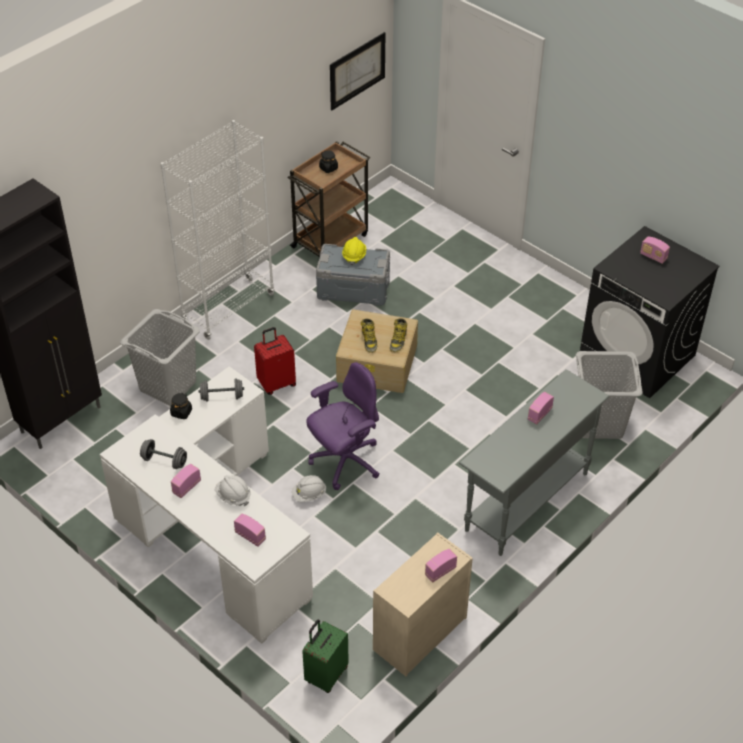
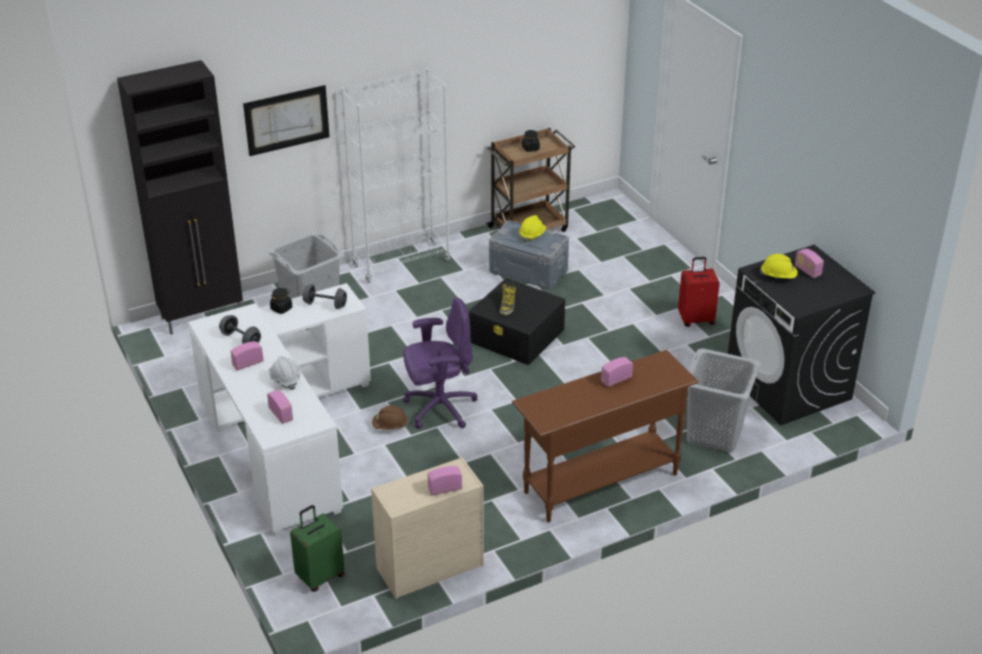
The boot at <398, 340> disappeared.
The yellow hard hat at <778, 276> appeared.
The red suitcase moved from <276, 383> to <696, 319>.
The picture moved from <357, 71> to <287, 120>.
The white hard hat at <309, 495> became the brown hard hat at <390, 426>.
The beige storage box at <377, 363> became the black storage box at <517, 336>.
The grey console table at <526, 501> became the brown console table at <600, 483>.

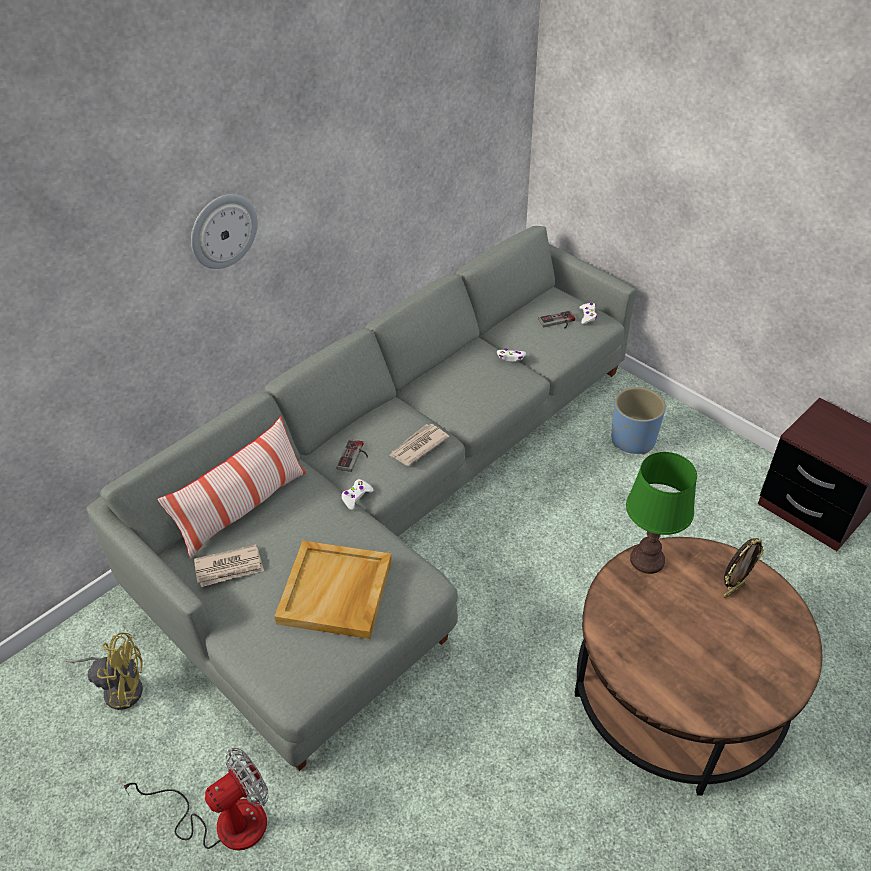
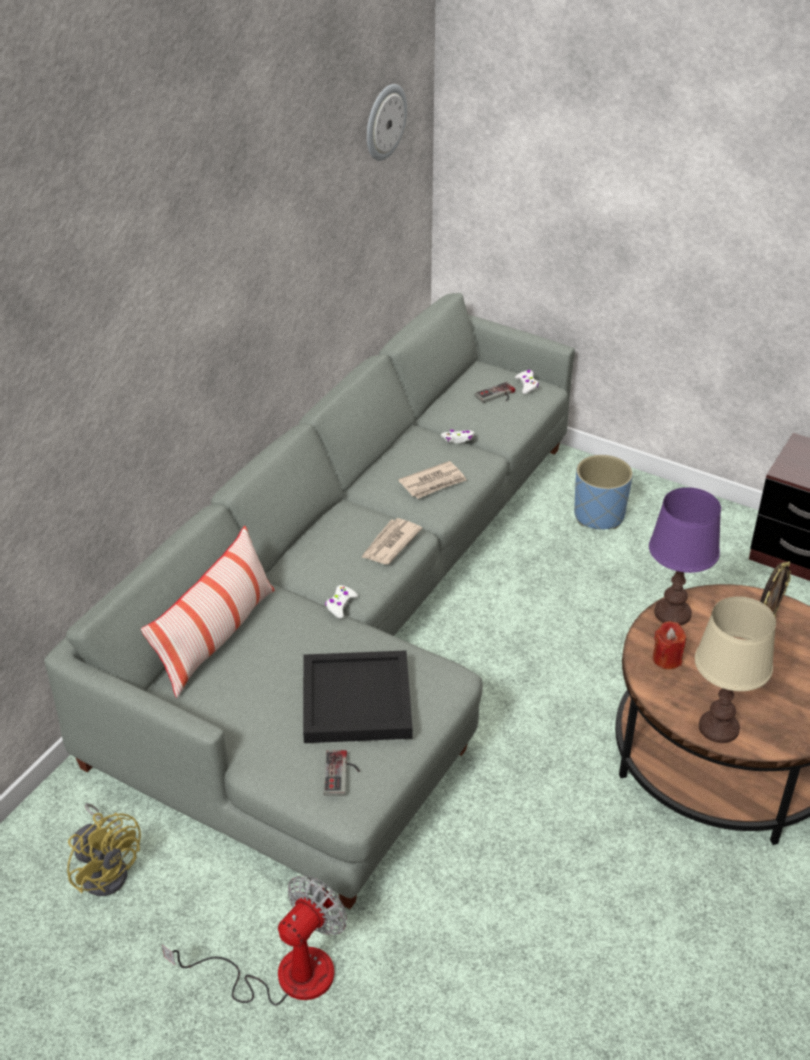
The red candle at <667, 659> appeared.
The beige table lamp at <718, 727> appeared.
The wall clock moved from <223, 231> to <384, 122>.
The newspaper moved from <229, 568> to <433, 482>.
The game controller moved from <354, 457> to <342, 774>.
The beige tray at <336, 592> became the black tray at <357, 701>.
The green table lamp at <647, 559> became the purple table lamp at <672, 612>.
The yellow fan at <119, 687> turned 60 degrees clockwise.

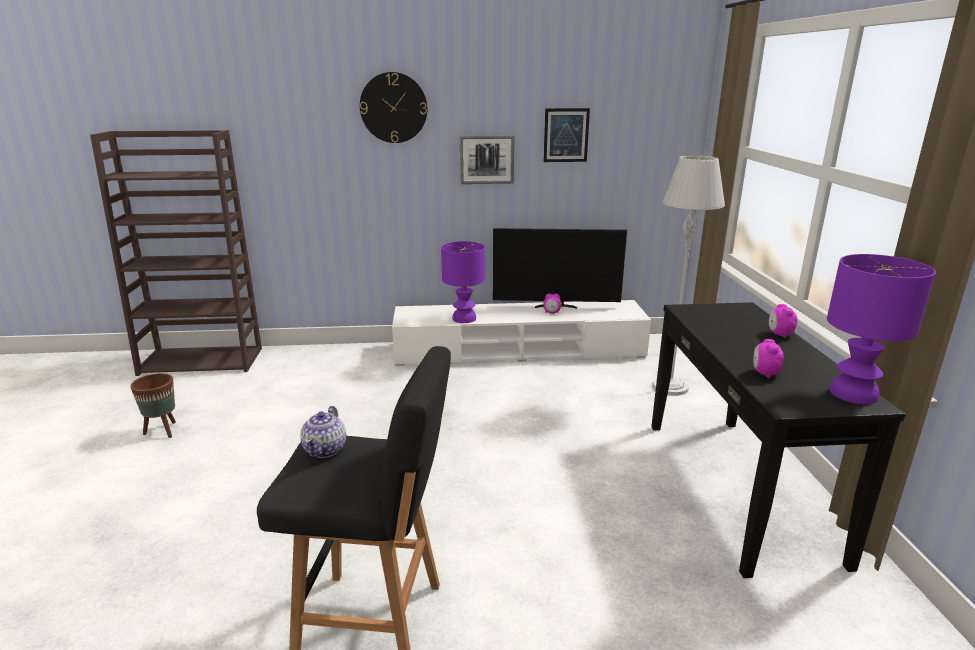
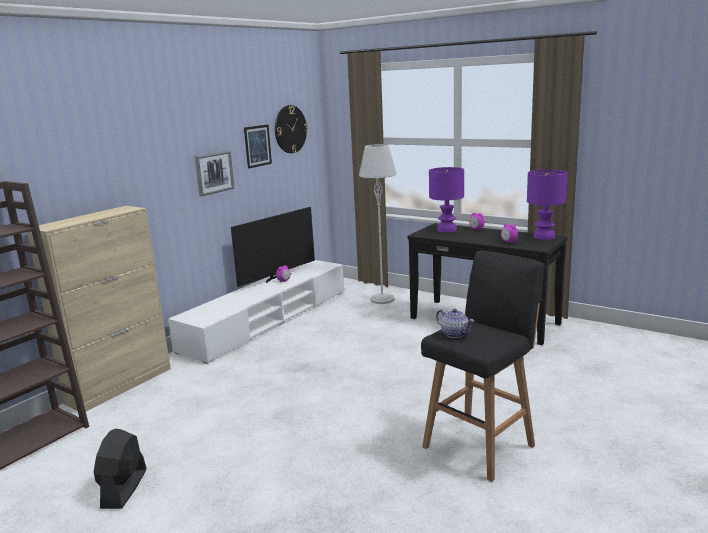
The beige cabinet at <120, 385> appeared.
The wall clock moved from <393, 108> to <290, 129>.
The purple table lamp moved from <463, 318> to <446, 230>.
The brown planter at <163, 431> was replaced by the black fan at <124, 488>.

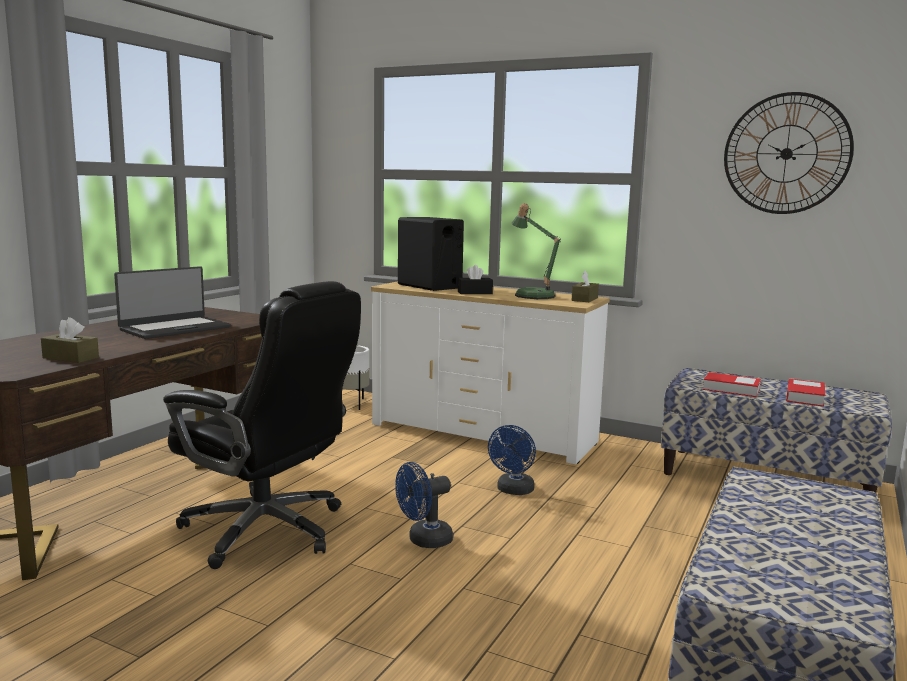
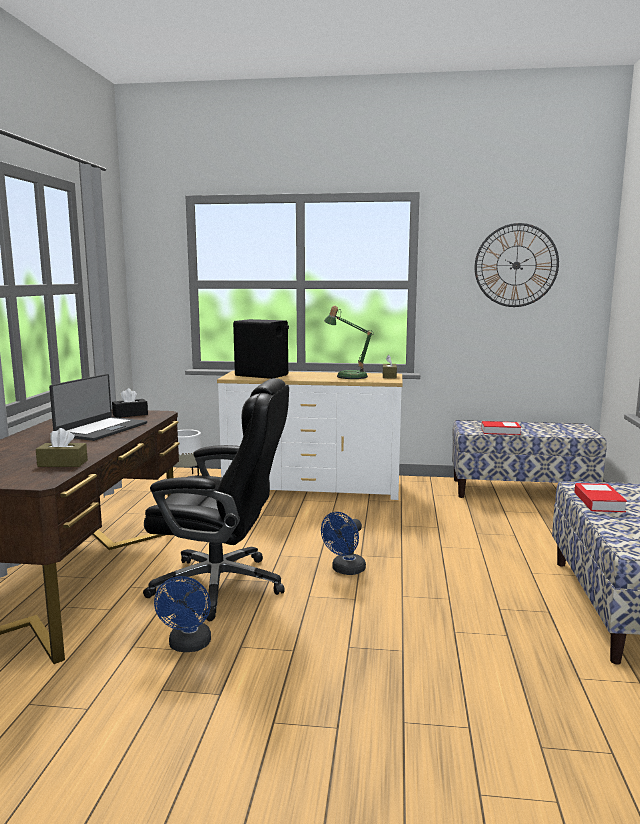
The black tissue box moved from <474, 293> to <130, 414>.
The blue fan moved from <513, 491> to <188, 646>.
The book moved from <804, 397> to <599, 502>.

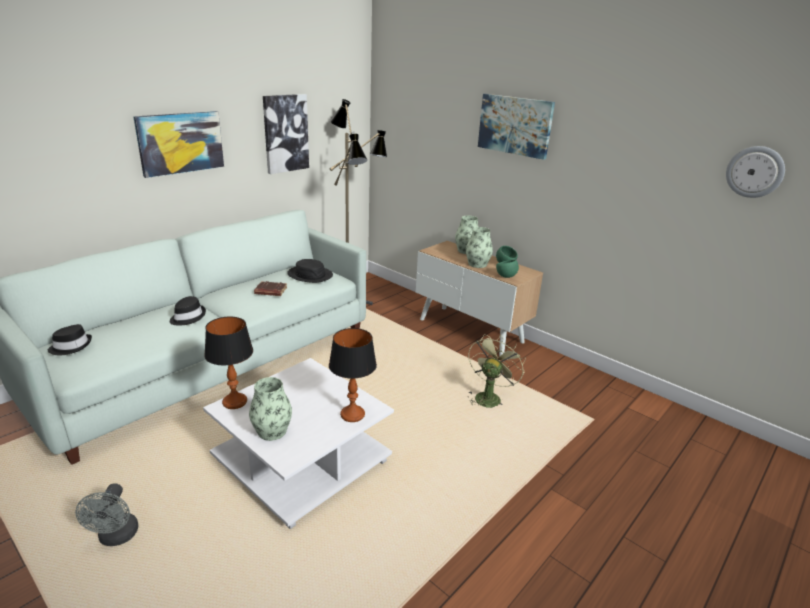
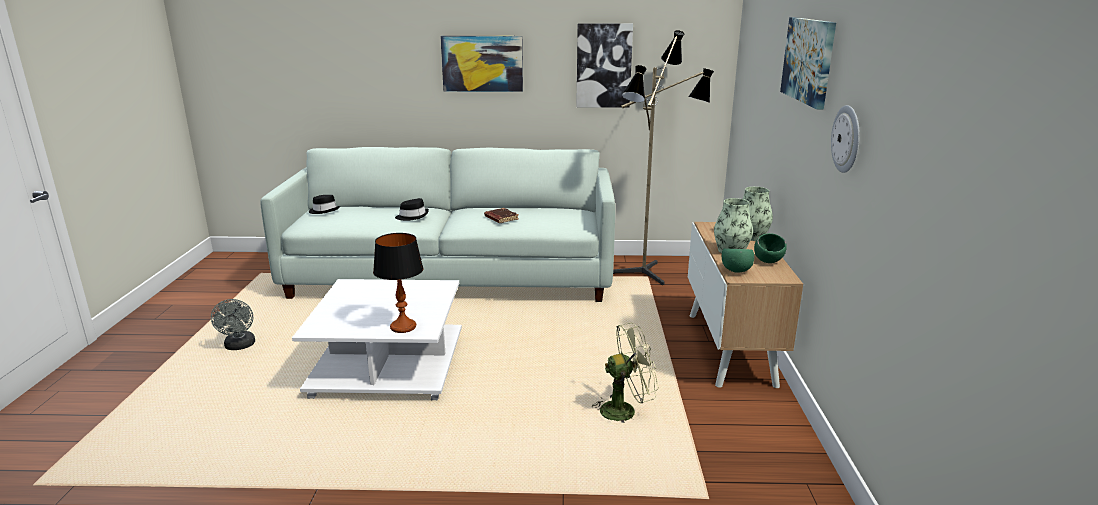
The table lamp at <234, 402> disappeared.
The vase at <272, 431> disappeared.
The black hat at <310, 275> disappeared.
The wall clock moved from <755, 172> to <847, 139>.
The grey fan at <117, 538> turned 60 degrees counterclockwise.

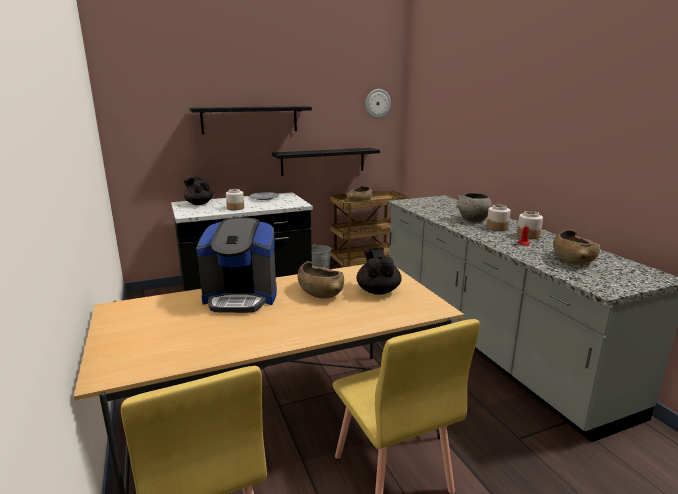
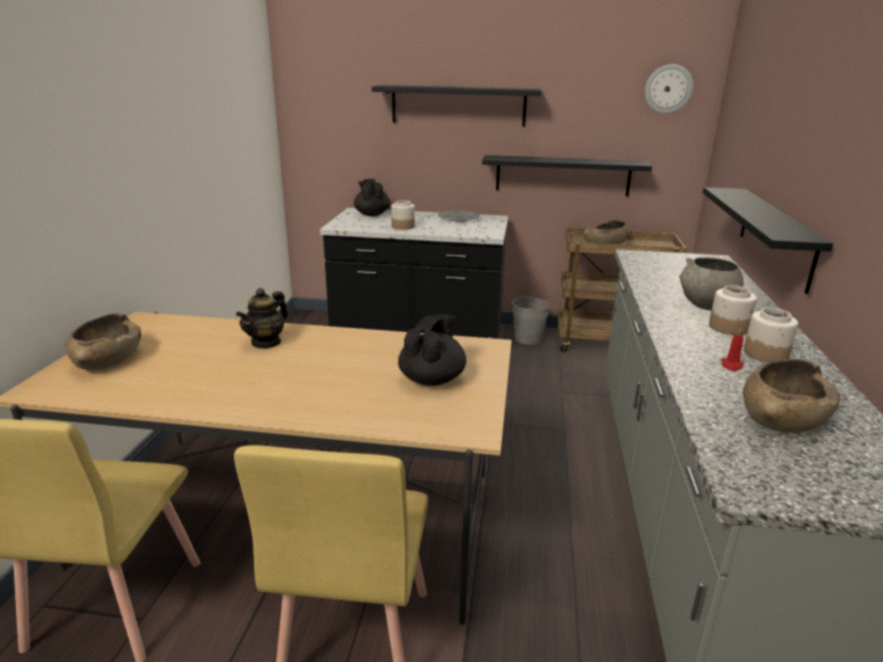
The black shelf at <776, 236> appeared.
The brown bowl moved from <320, 292> to <108, 359>.
The coffee machine at <241, 298> was replaced by the teapot at <266, 342>.

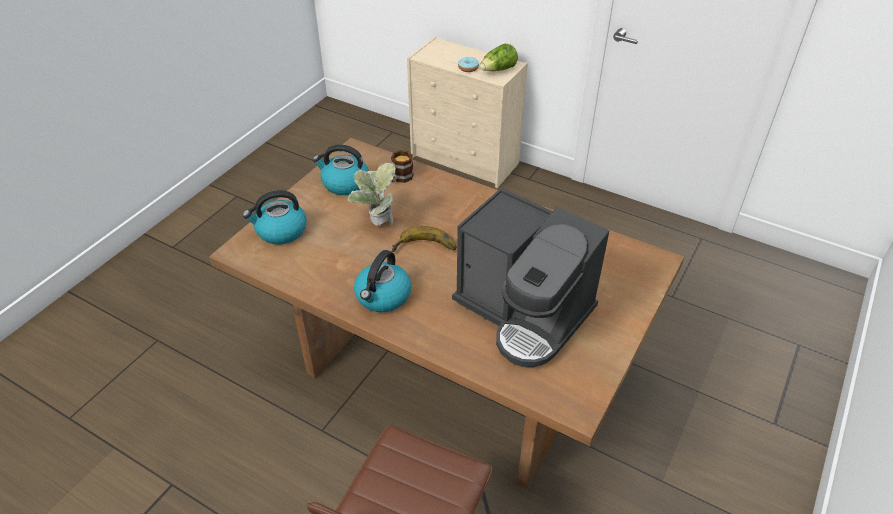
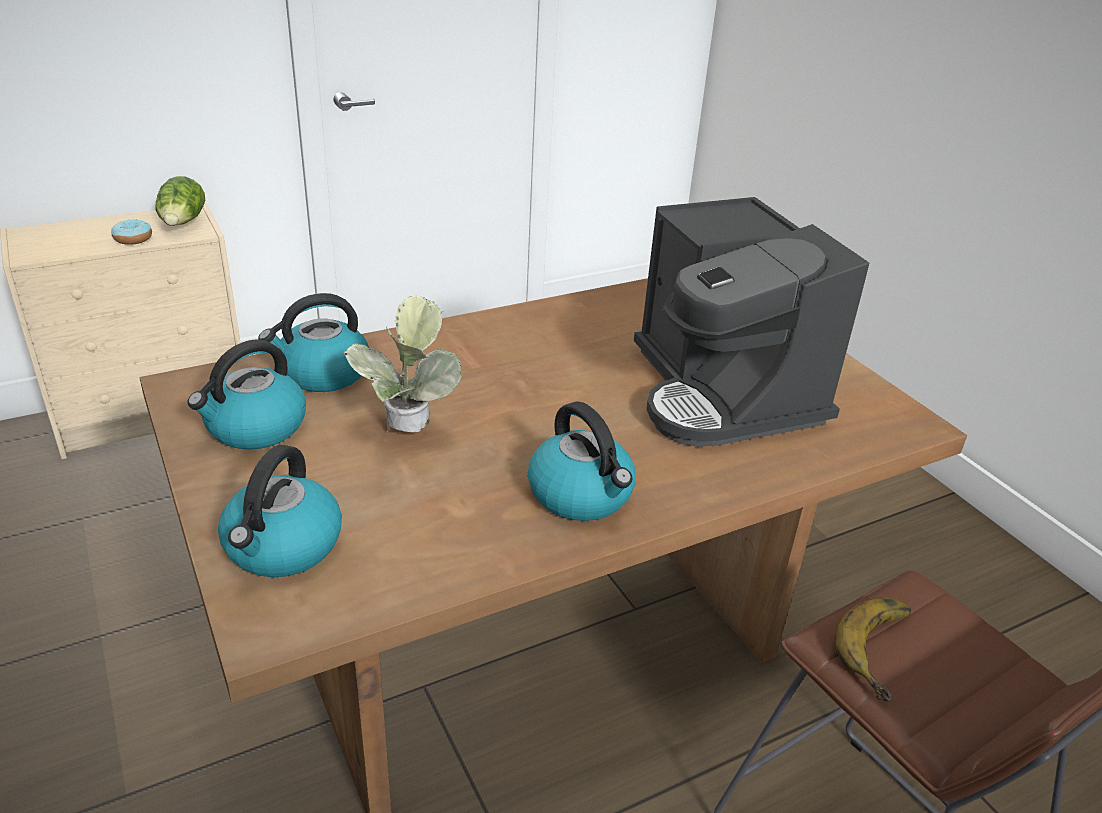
The banana moved from <425, 249> to <886, 652>.
The mug at <400, 178> was replaced by the kettle at <322, 374>.
The coffee machine at <524, 313> turned 90 degrees clockwise.

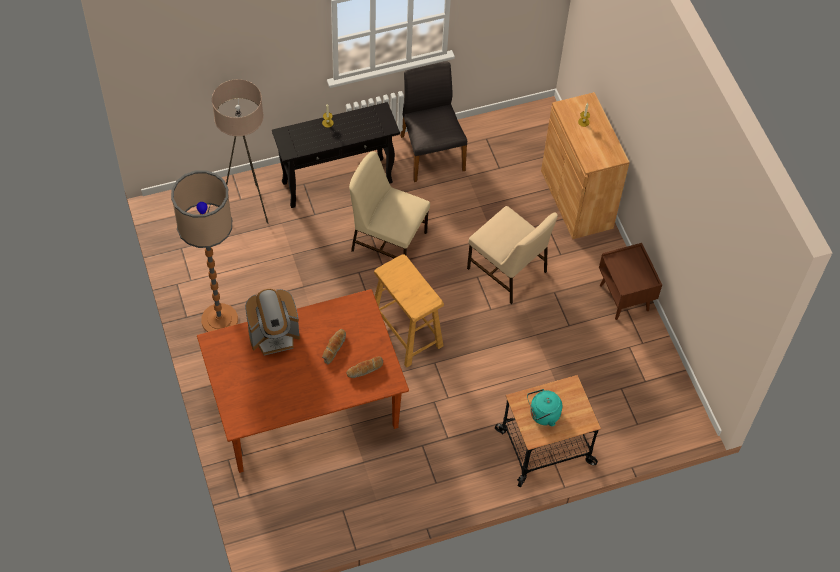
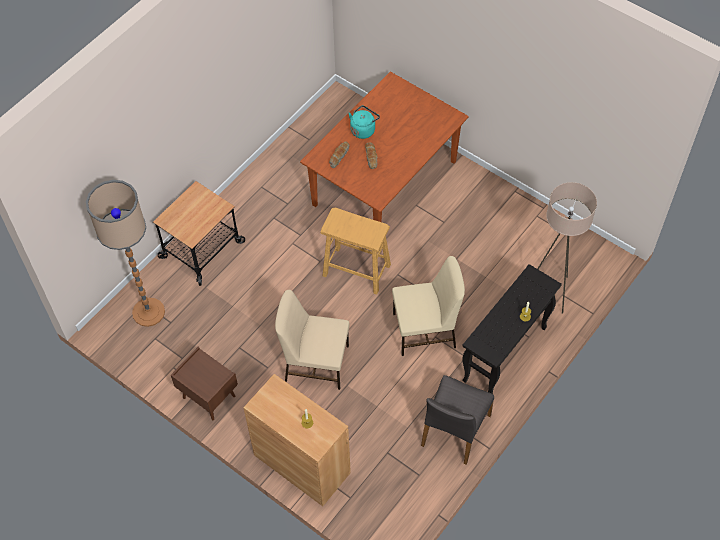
The coffee machine at <274, 335> disappeared.
The floor lamp moved from <219, 319> to <148, 312>.
The turquoise kettle moved from <542, 415> to <363, 129>.
The grey chair at <431, 152> turned 75 degrees clockwise.

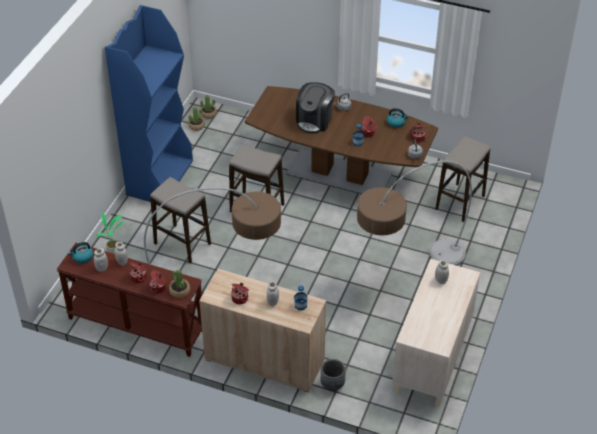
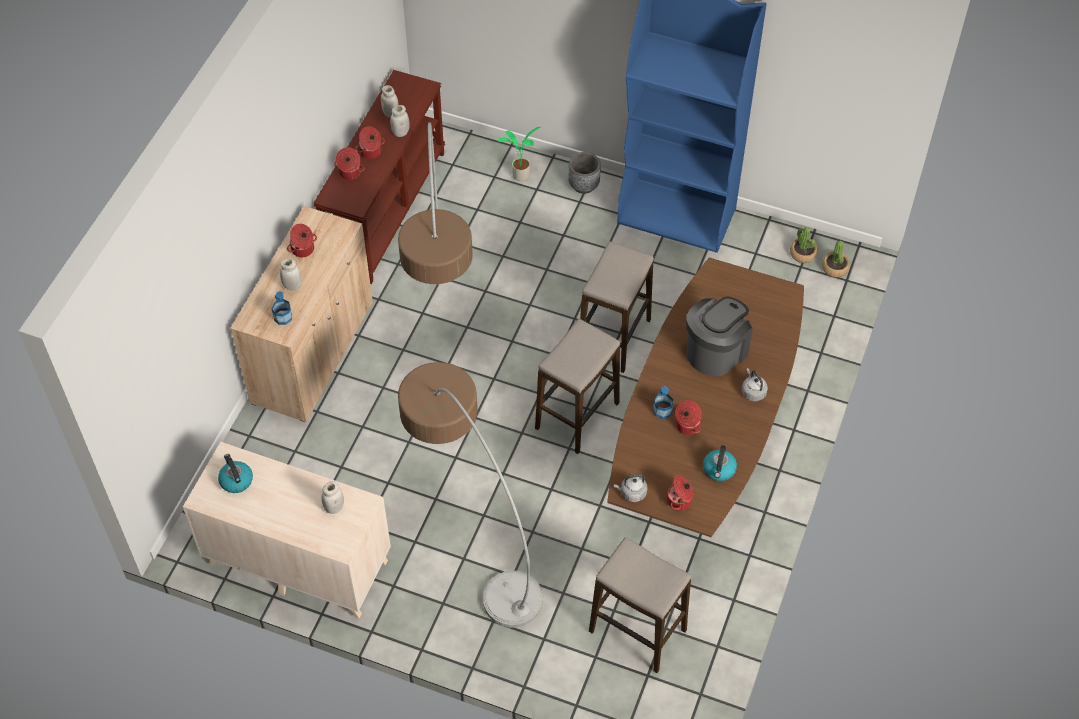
The potted plant at <179, 291> disappeared.
The kettle moved from <82, 257> to <236, 480>.
The stool moved from <182, 244> to <576, 416>.
The grey planter moved from <332, 384> to <584, 185>.
The coffee machine at <314, 121> turned 105 degrees clockwise.

